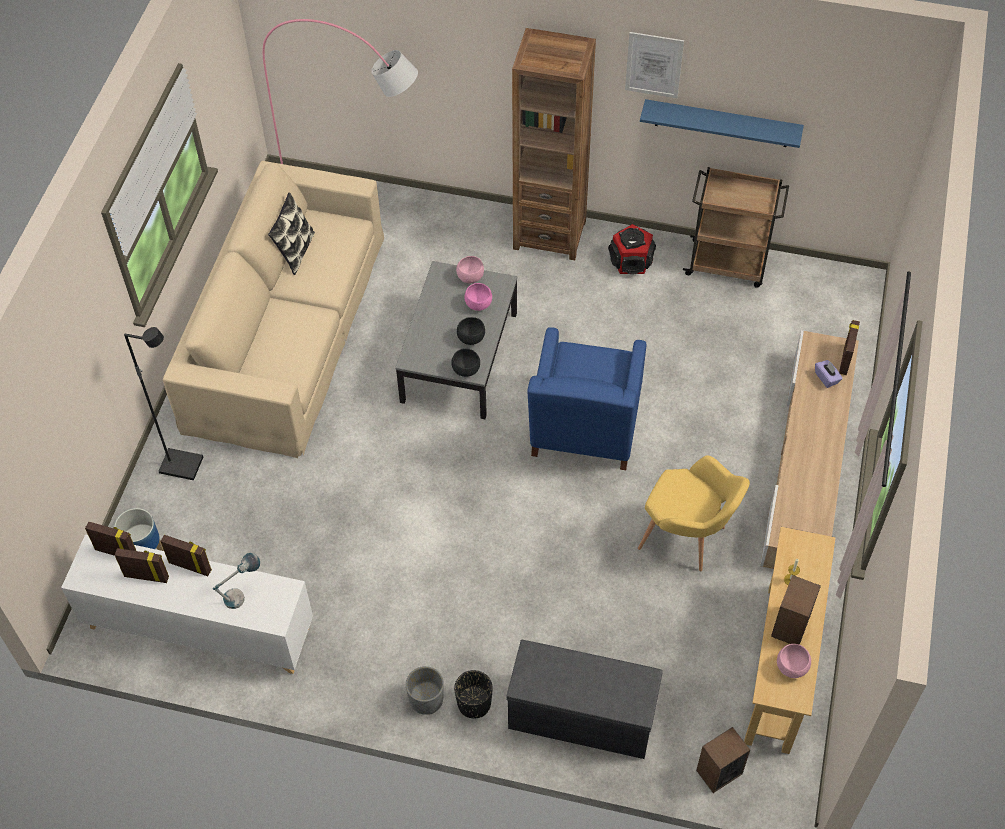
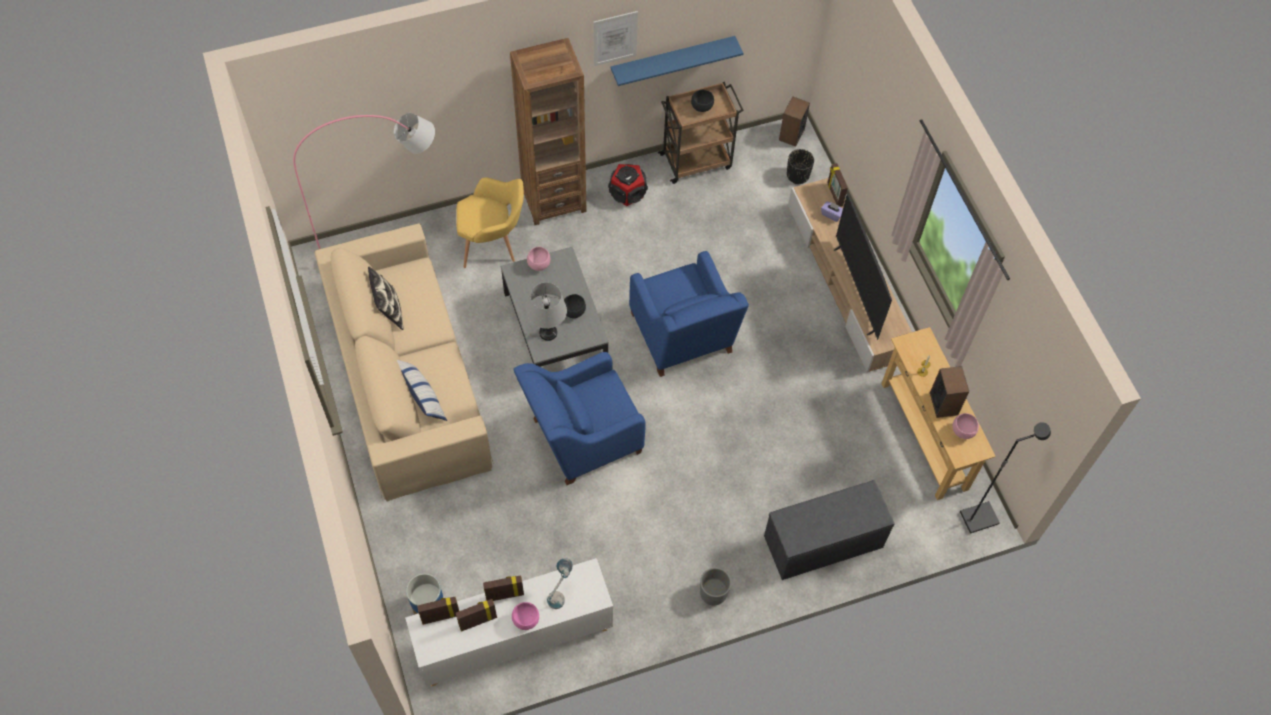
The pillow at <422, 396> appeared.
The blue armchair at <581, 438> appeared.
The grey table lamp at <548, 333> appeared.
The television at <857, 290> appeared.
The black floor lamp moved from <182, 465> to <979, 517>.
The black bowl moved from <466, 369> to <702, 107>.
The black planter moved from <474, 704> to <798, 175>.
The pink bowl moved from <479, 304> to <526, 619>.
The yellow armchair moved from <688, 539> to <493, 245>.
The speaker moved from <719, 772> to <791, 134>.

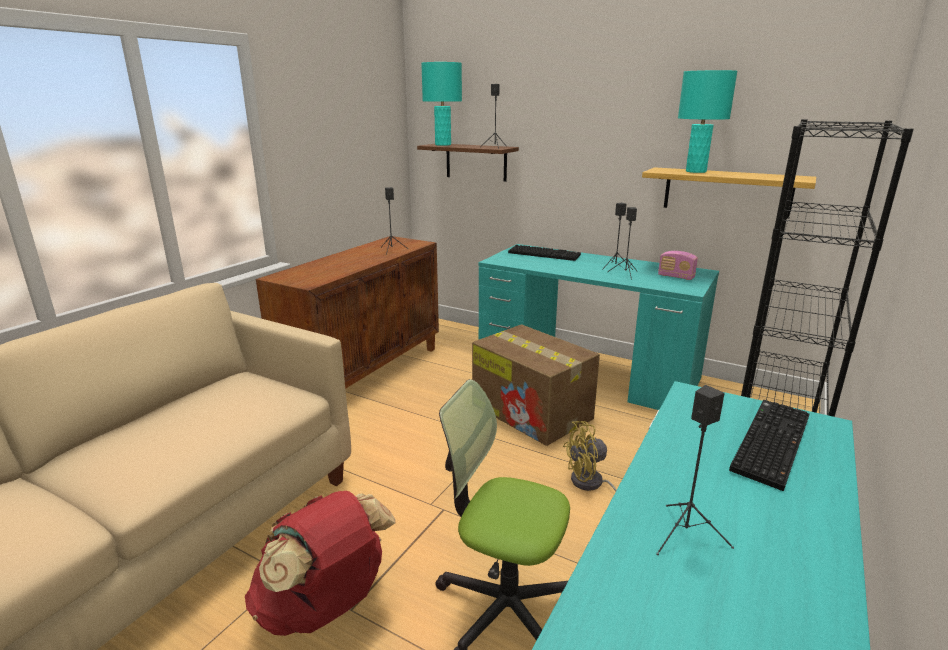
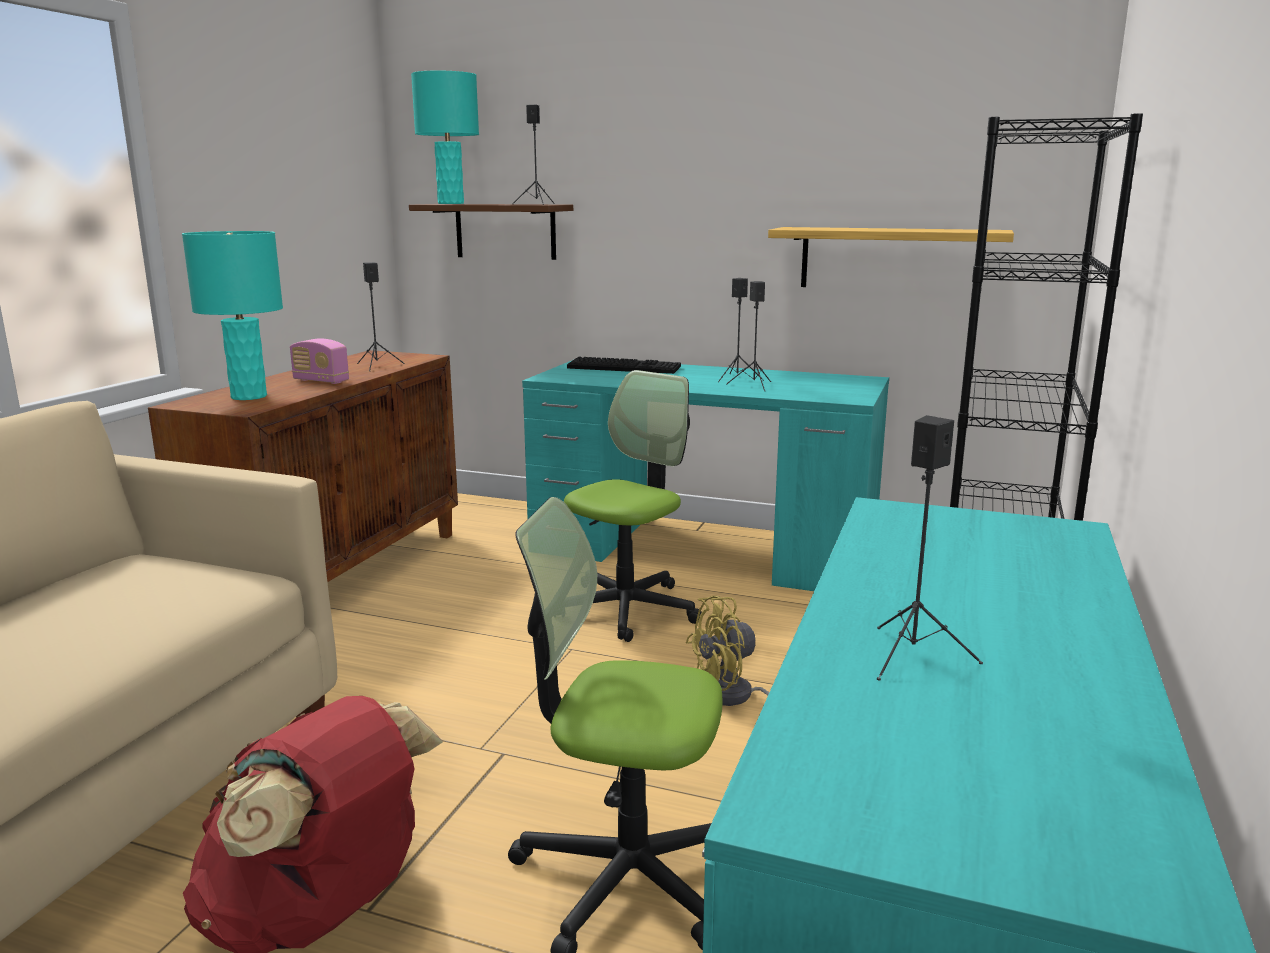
The keyboard at <769, 441> disappeared.
The radio moved from <676, 277> to <321, 381>.
The turquoise table lamp moved from <695, 171> to <248, 396>.
The cardboard box at <533, 412> was replaced by the office chair at <627, 609>.

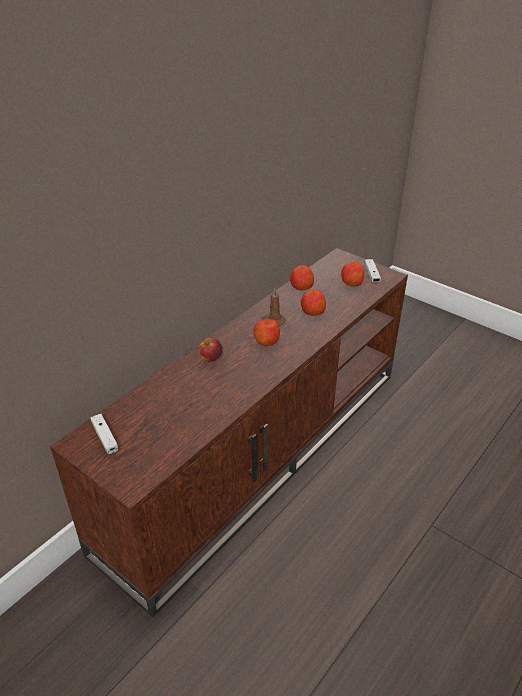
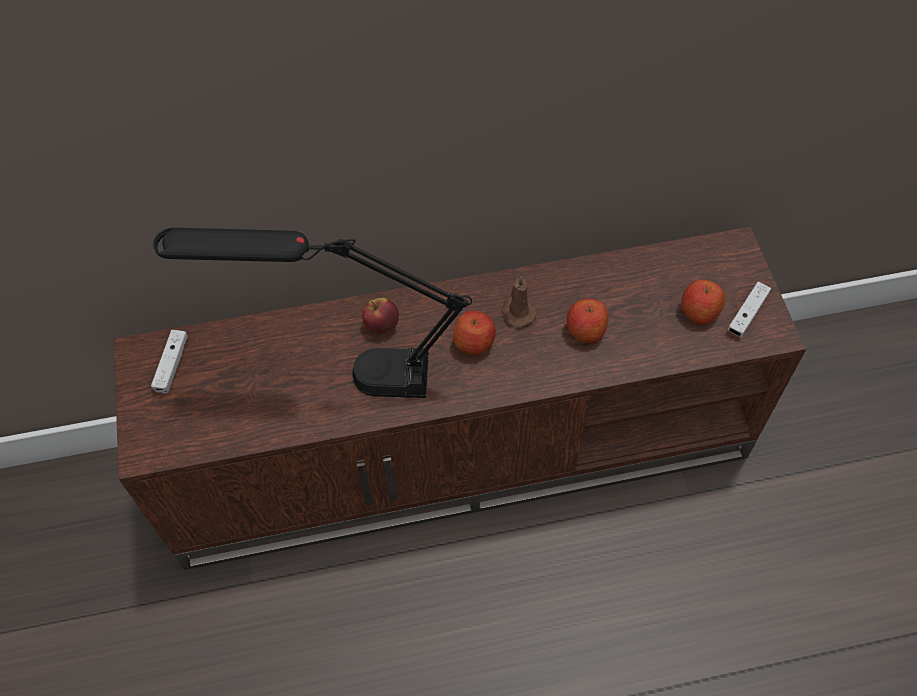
The apple at <301, 287> disappeared.
The black table lamp at <340, 373> appeared.

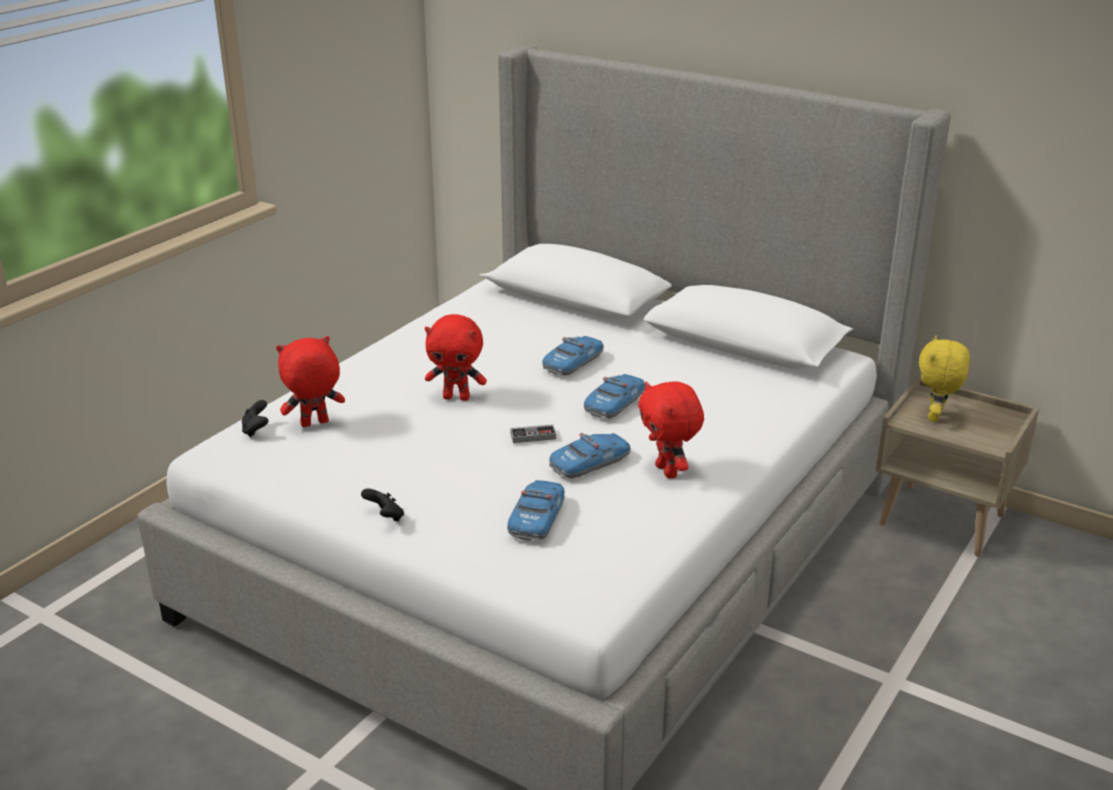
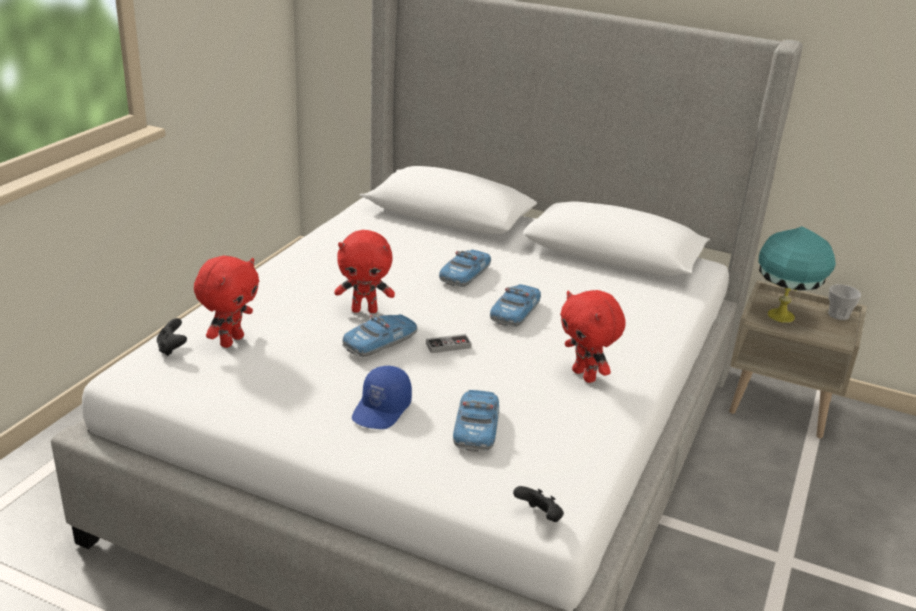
The blue cap at <382, 410> appeared.
The cup at <838, 315> appeared.
The black game controller moved from <385, 517> to <539, 517>.
The toy car moved from <590, 463> to <380, 342>.
The yellow plush toy at <935, 417> was replaced by the turquoise table lamp at <782, 316>.
The red plush toy at <314, 424> turned 150 degrees clockwise.

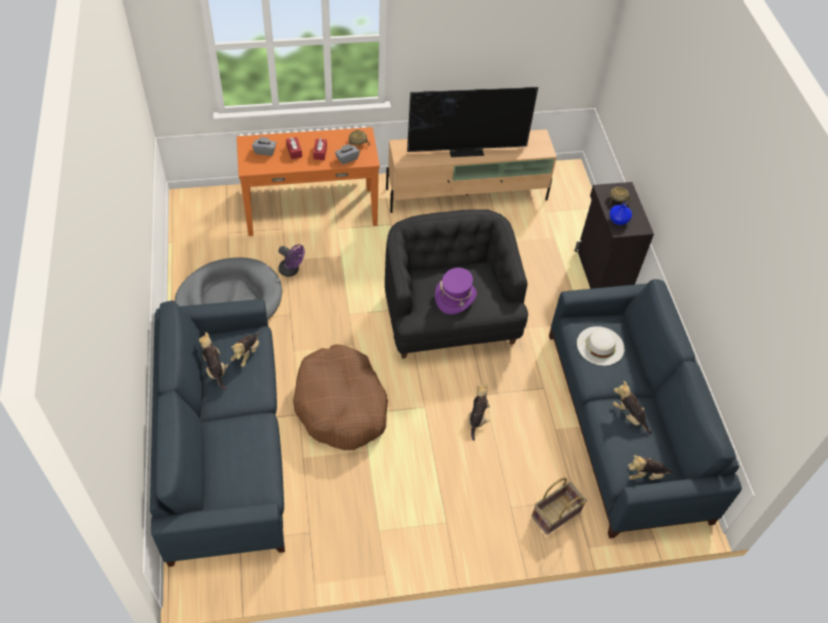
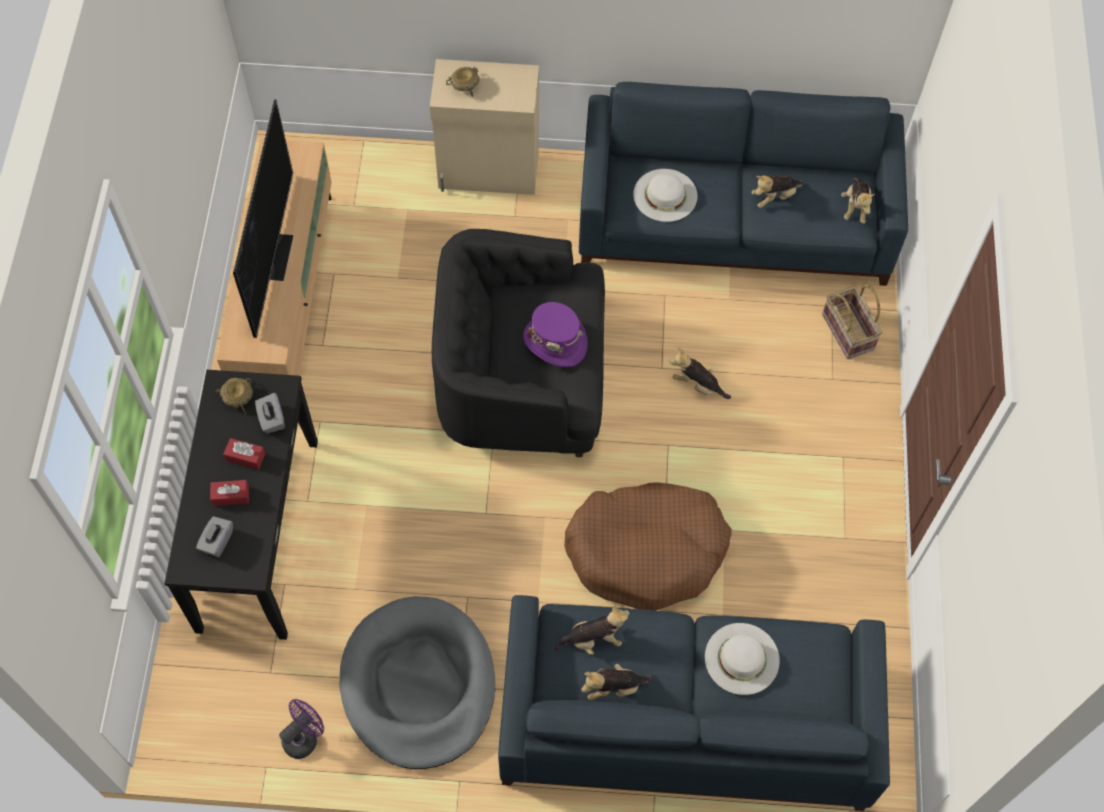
The blue vase at <619, 220> disappeared.
The white hat at <742, 658> appeared.
The purple fan moved from <291, 271> to <304, 737>.
The orange console table at <311, 211> became the black console table at <257, 534>.
The black cabinet at <601, 273> became the beige cabinet at <489, 172>.
The plush toy at <247, 354> turned 45 degrees counterclockwise.

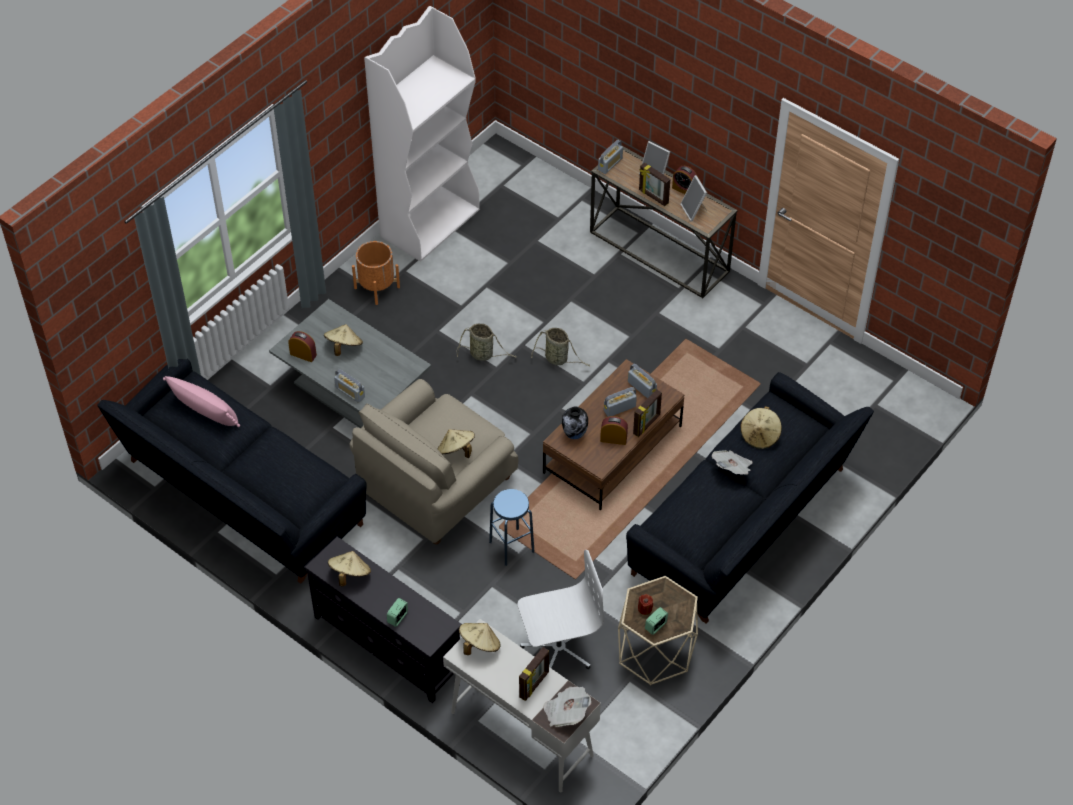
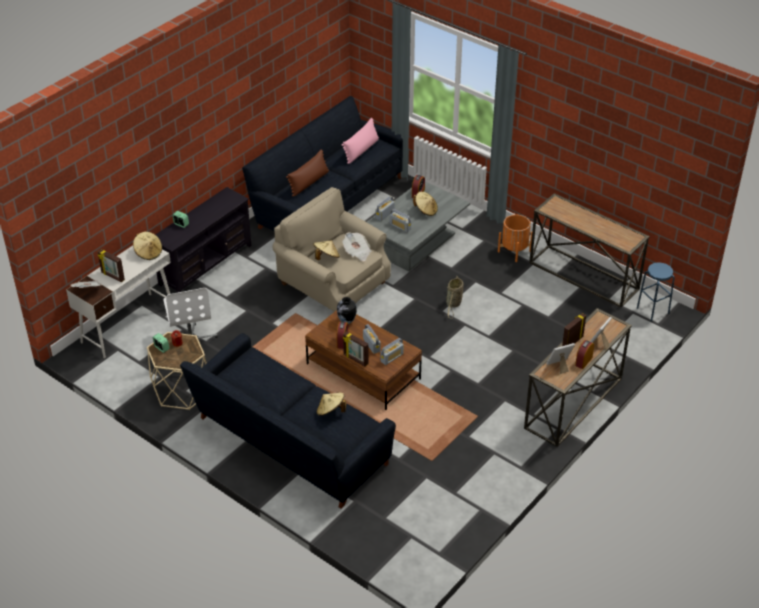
The beige hat at <350, 574> disappeared.
The basket at <558, 359> disappeared.
The brown pillow at <309, 182> appeared.
The blue stool moved from <512, 546> to <653, 310>.
The radio moved from <610, 164> to <400, 227>.
The newspaper moved from <732, 468> to <357, 252>.
The white bookcase at <430, 222> was replaced by the console table at <584, 275>.

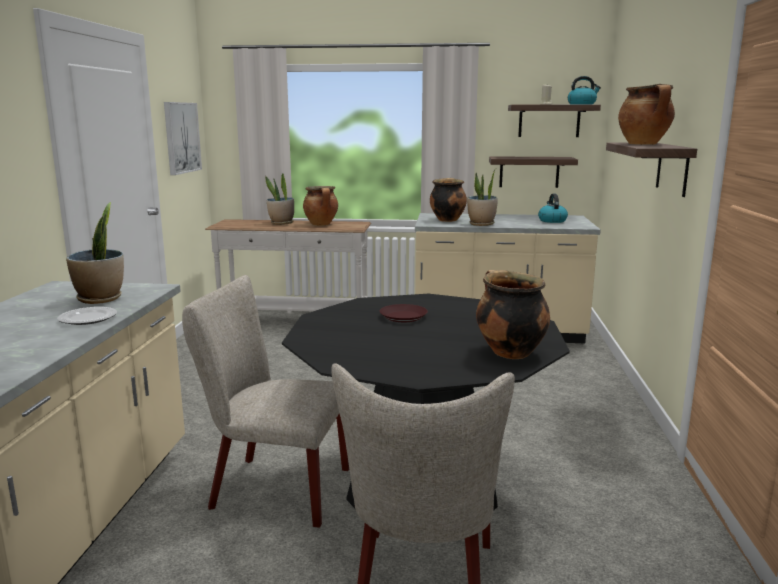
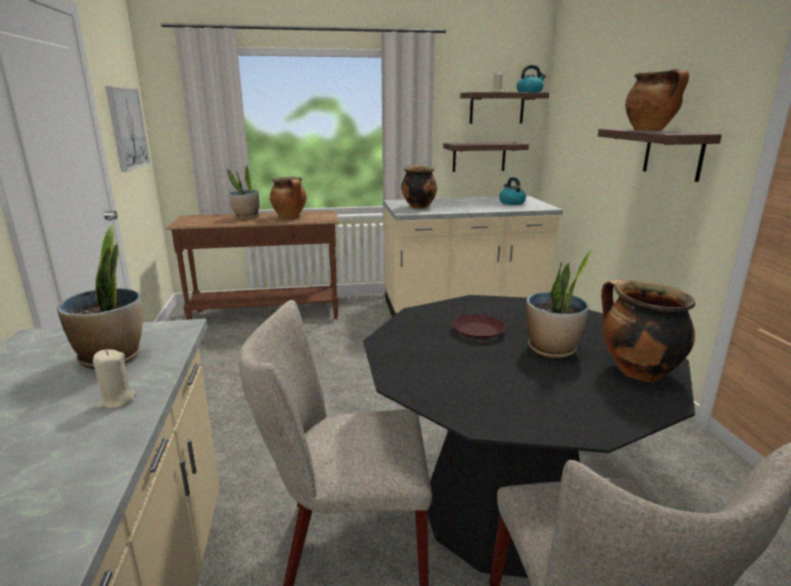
The potted plant moved from <481, 224> to <552, 349>.
The plate at <88, 318> was replaced by the beige candle at <116, 401>.
The white console table at <294, 322> became the brown console table at <266, 315>.

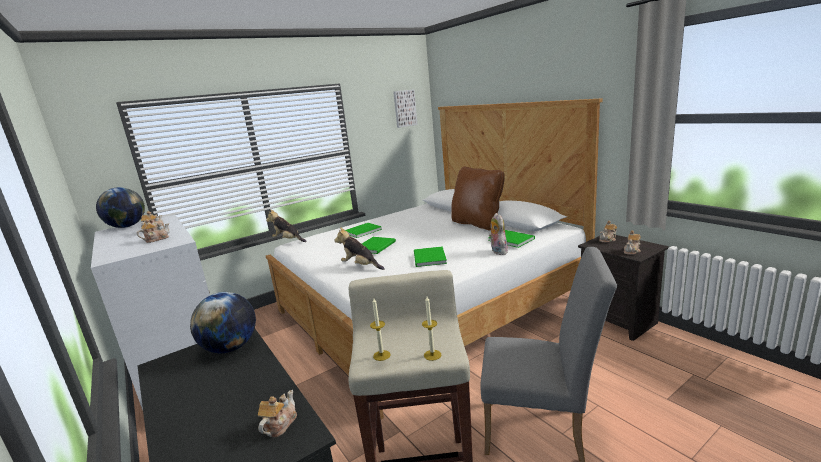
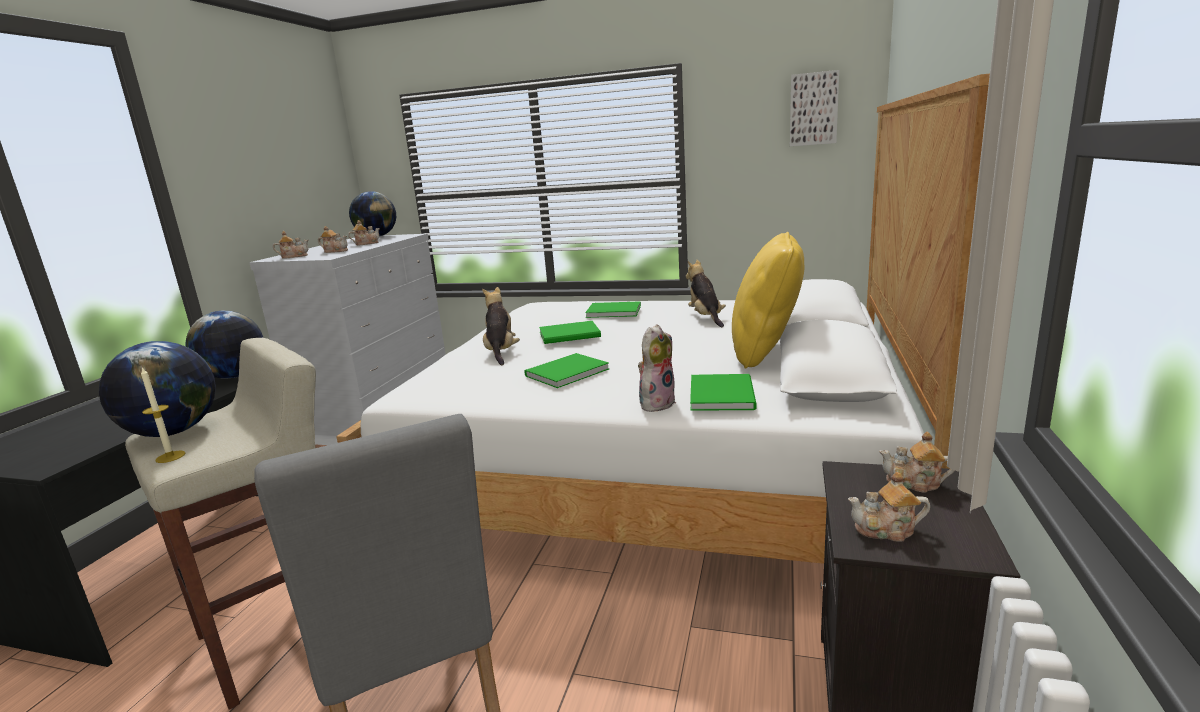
The teapot moved from <279, 424> to <294, 256>.
The plush toy moved from <288, 240> to <706, 318>.
The candle at <381, 355> was replaced by the globe at <172, 432>.
The brown pillow at <477, 223> became the yellow pillow at <766, 352>.

